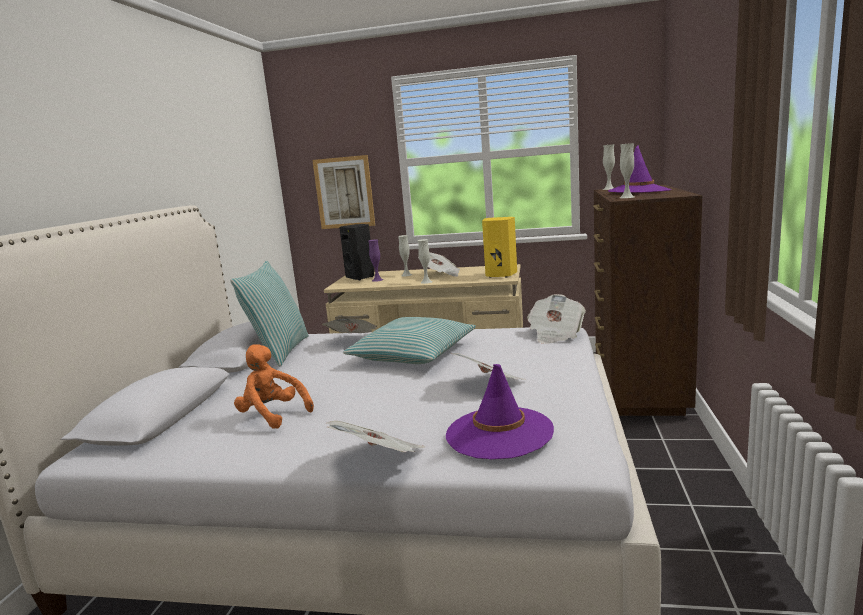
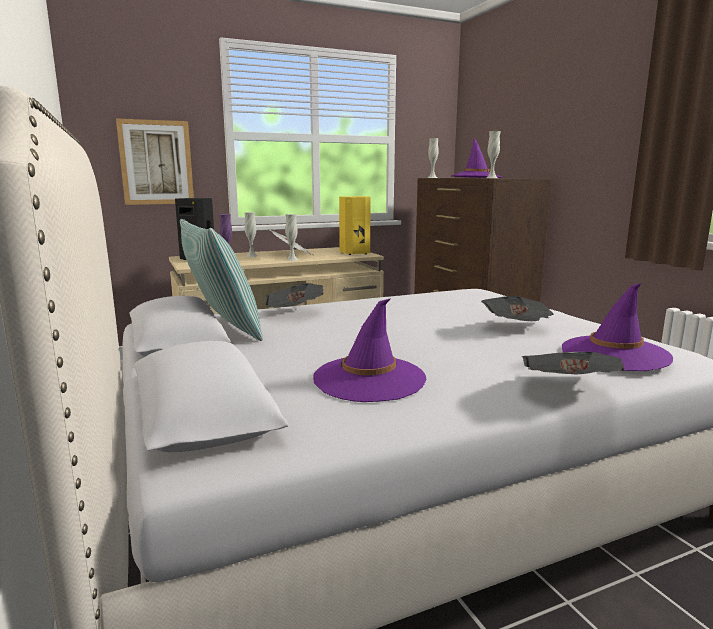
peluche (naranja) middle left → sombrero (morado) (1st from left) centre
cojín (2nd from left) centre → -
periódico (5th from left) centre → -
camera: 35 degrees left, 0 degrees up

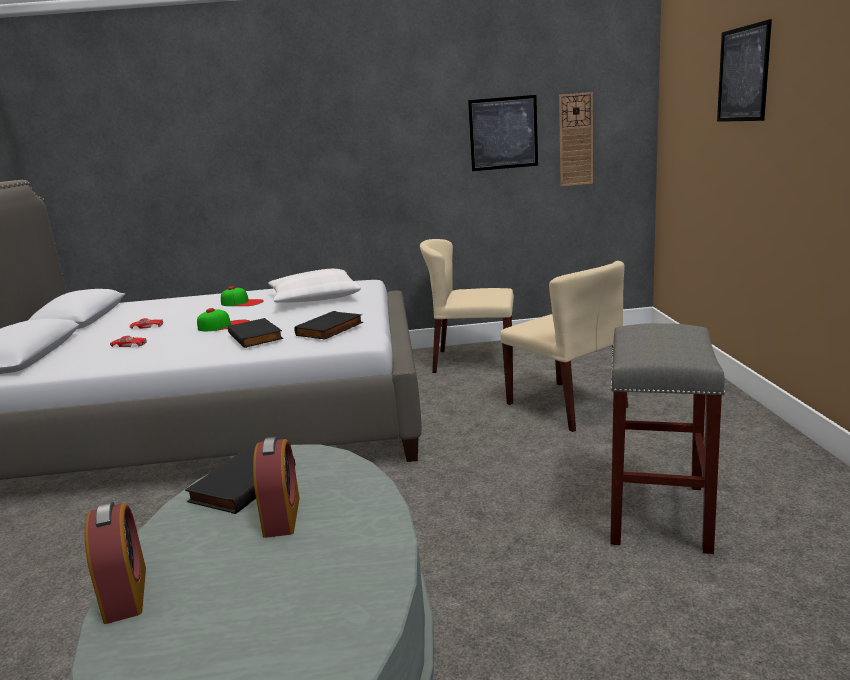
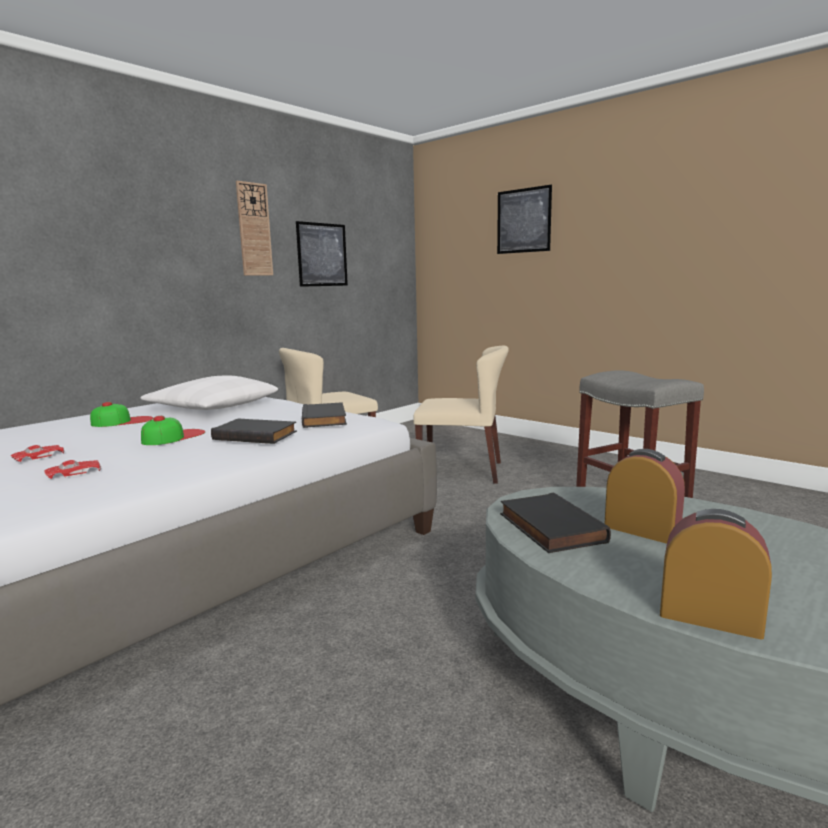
reloj de pared top right → reloj de pared top left, move
camera: 45 degrees left, 5 degrees down

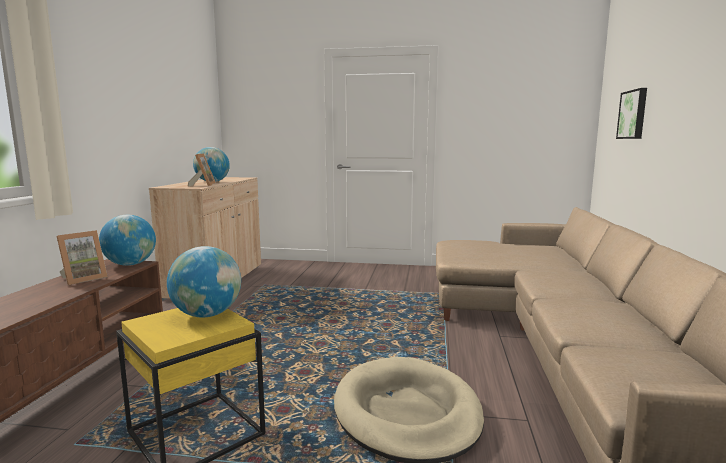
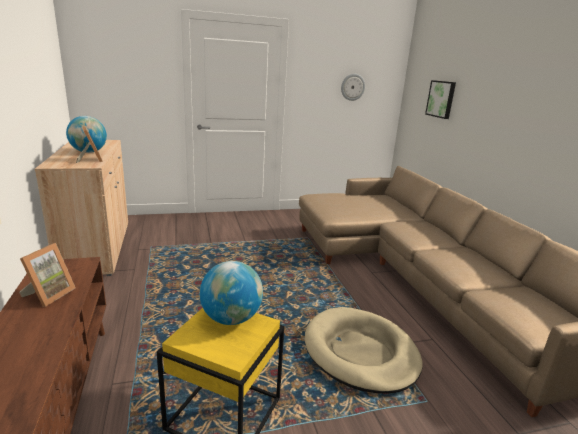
- → reloj de pared top centre
globo terráqueo (1st from left) middle left → -
camera: 25 degrees left, 10 degrees up

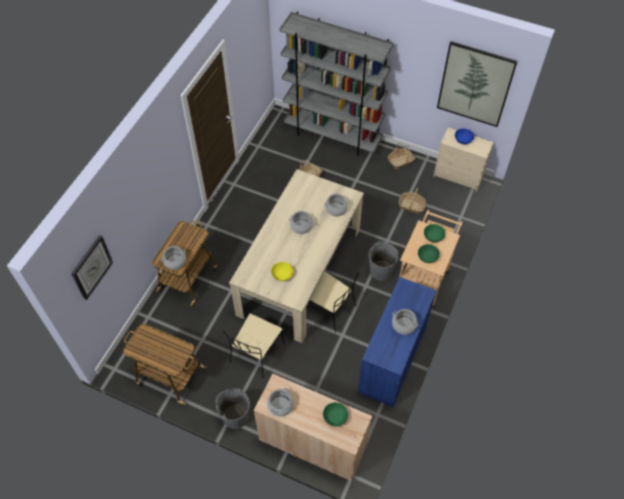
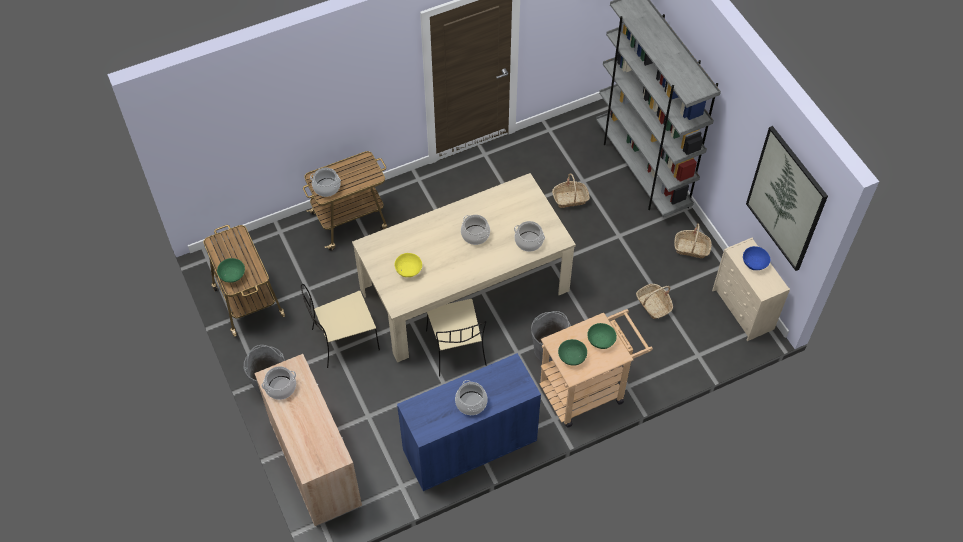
cuenco (verde) (1st from left) bottom centre → cuenco (verde) (1st from left) middle left, move
reloj de pared middle left → -
camera: 40 degrees right, 0 degrees up

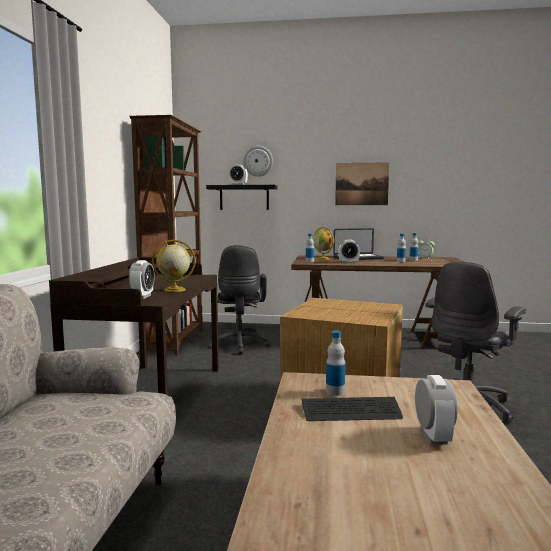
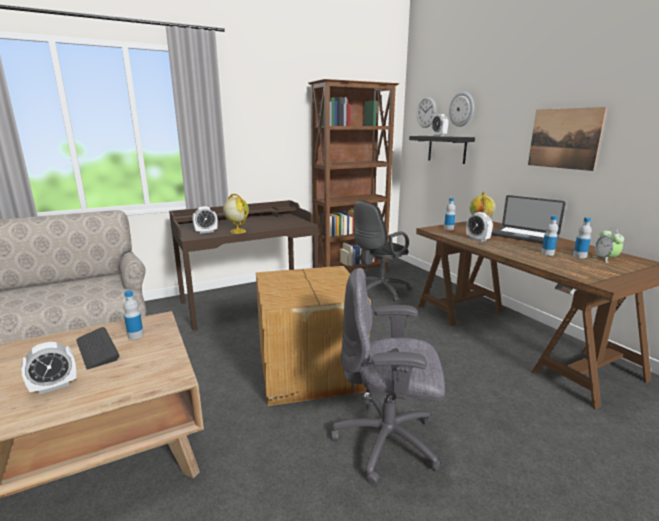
- → reloj de pared (1st from left) top centre
camera: 55 degrees right, 10 degrees up

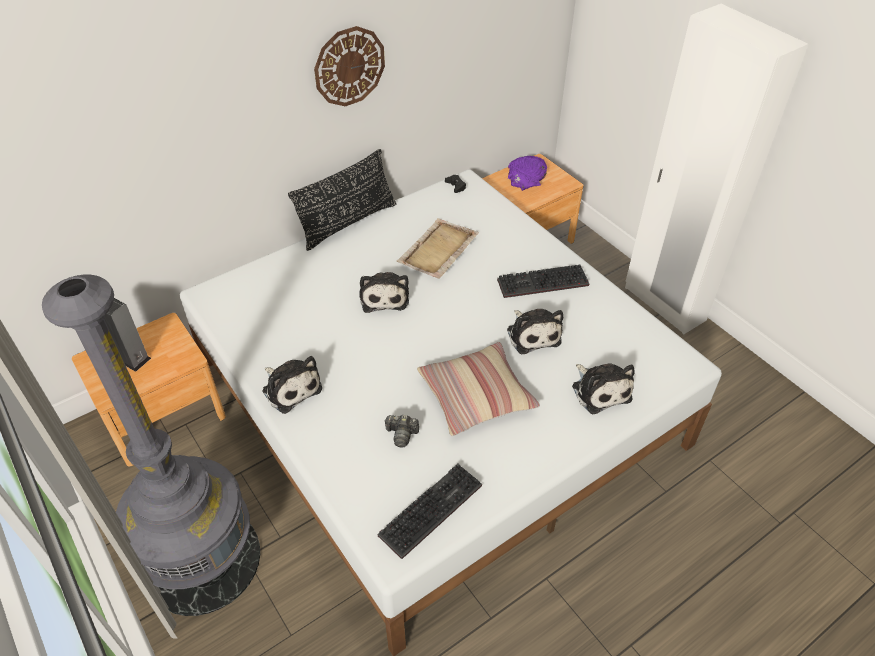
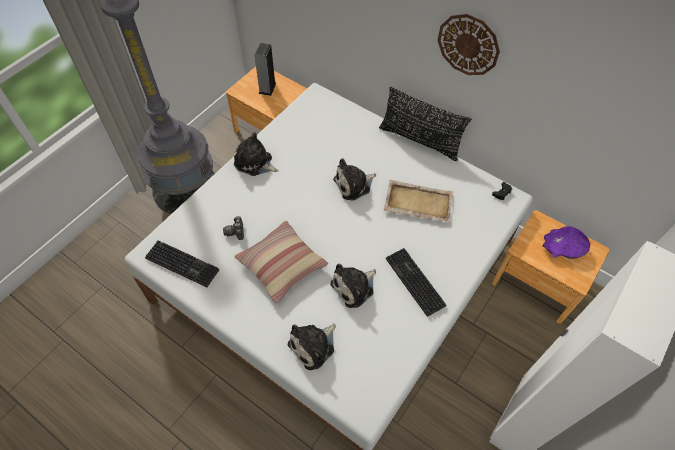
peluche (1st from left) centre, 90 degrees clockwise
camera: 70 degrees right, 10 degrees up

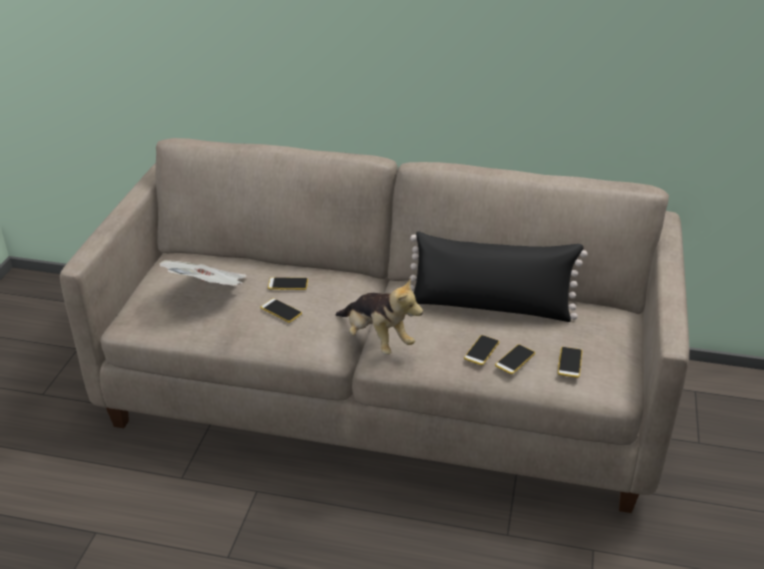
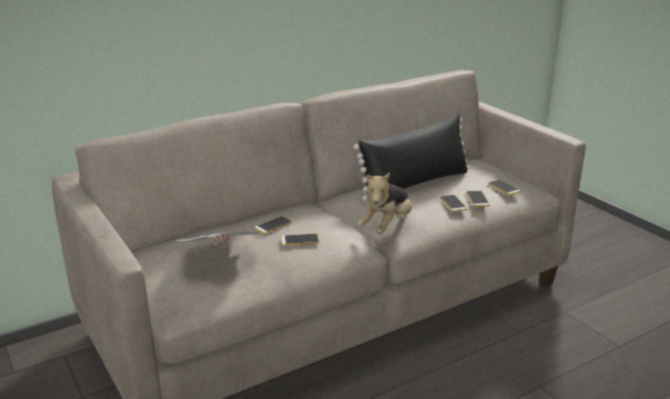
peluche centre, 120 degrees clockwise
camera: 45 degrees left, 10 degrees down

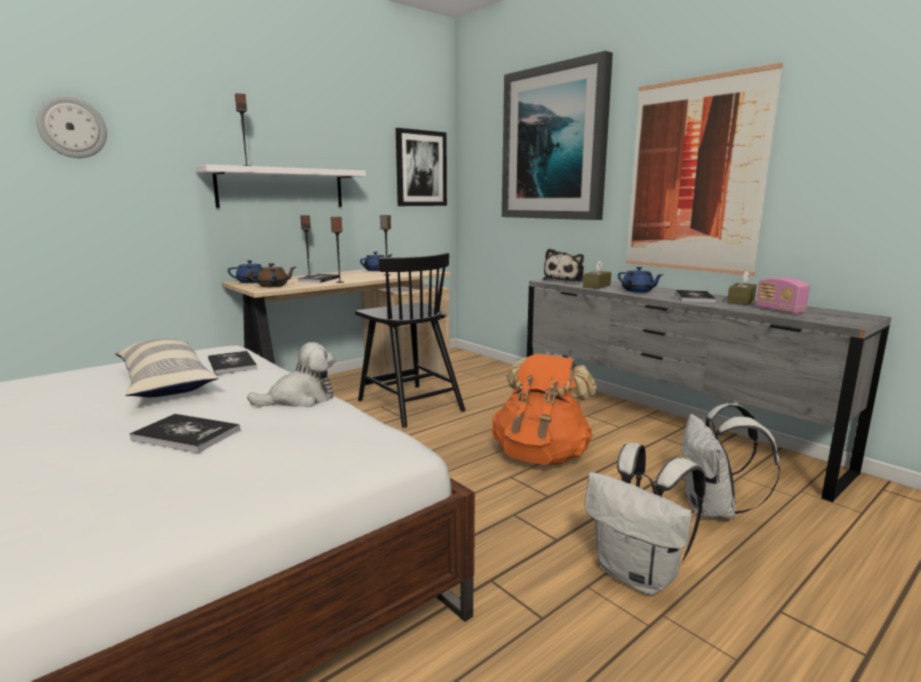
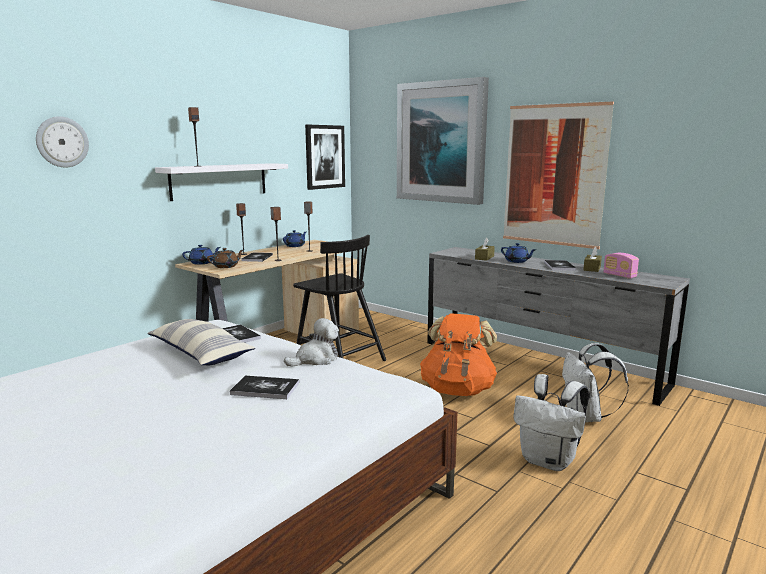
peluche (2nd from left) centre → -
camera: 10 degrees left, 0 degrees up

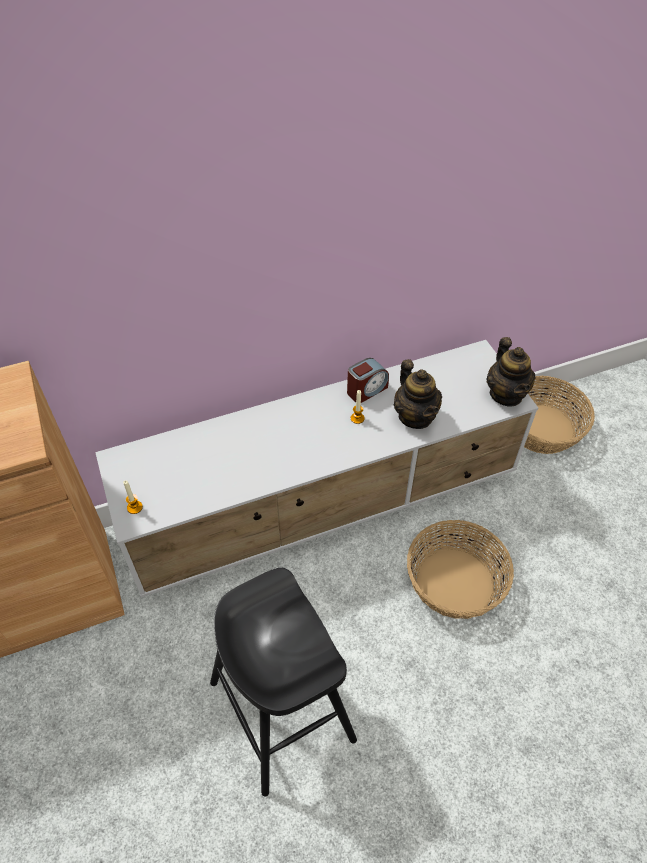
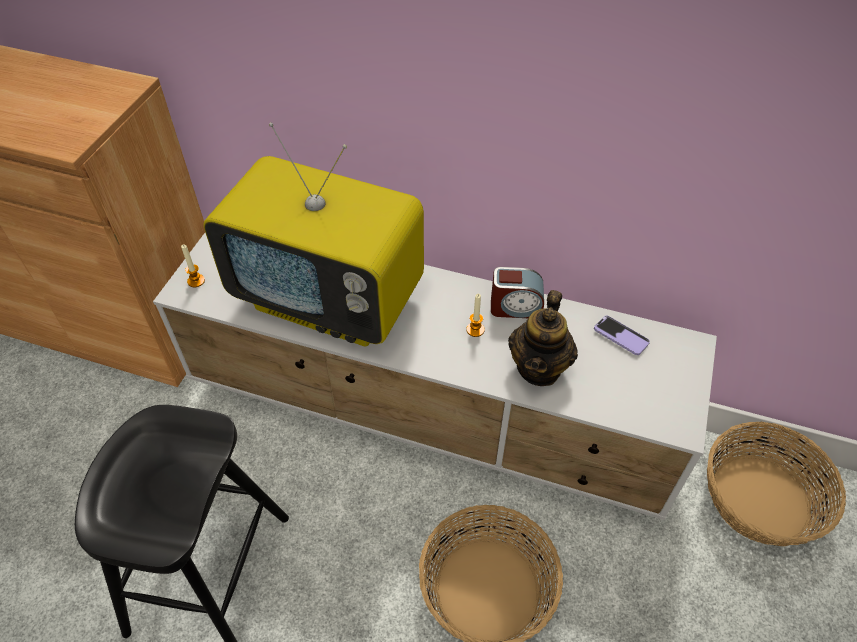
- → televisor centre
- → móvil middle right
tetera (2nd from left) middle right → -
camera: 40 degrees right, 0 degrees up

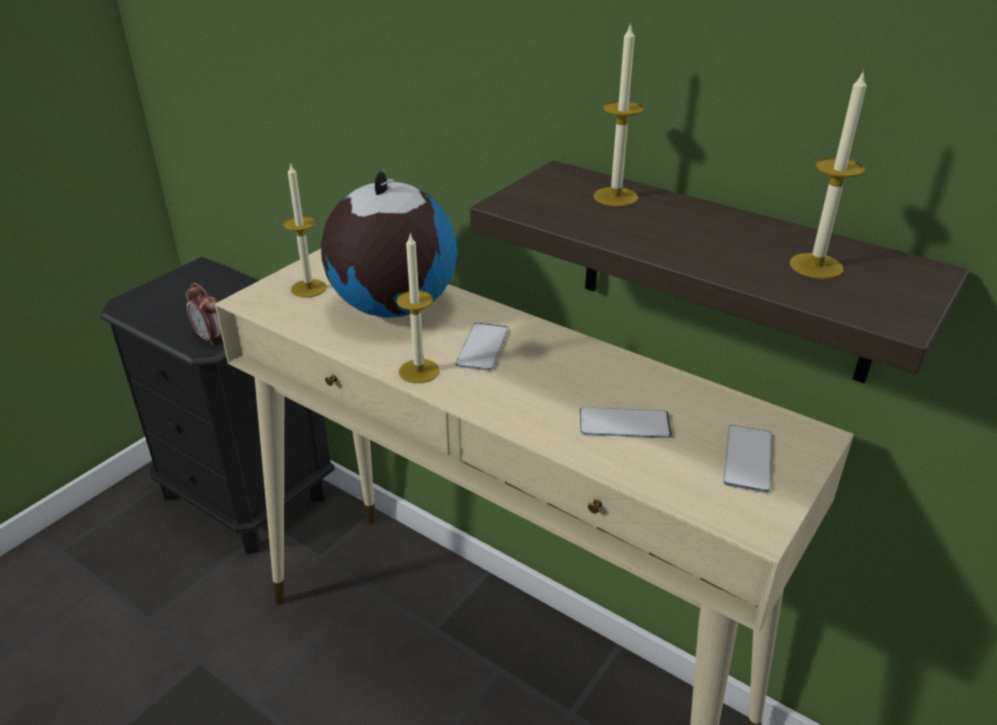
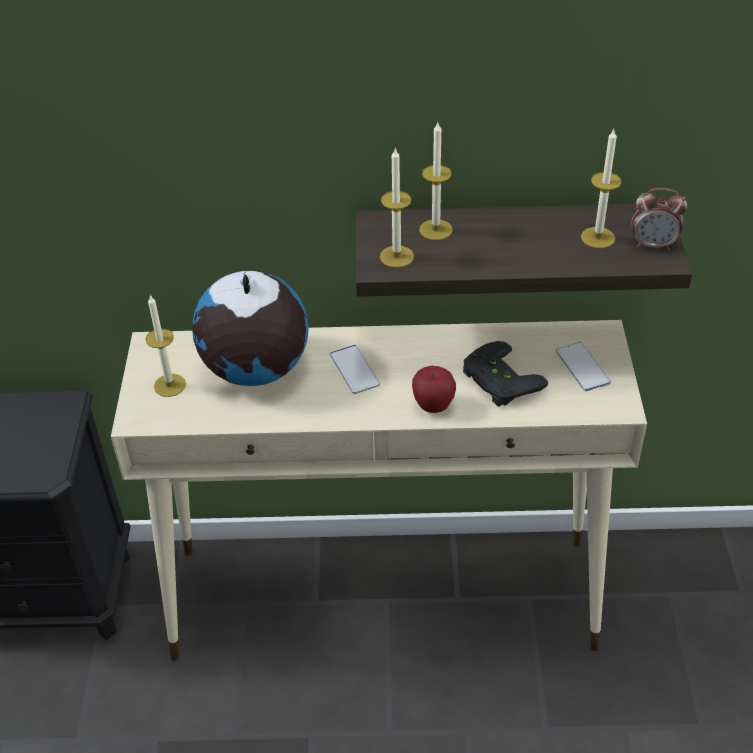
vela (2nd from left) centre → vela (2nd from left) top centre, move
- → manzana centre
móvil (2nd from left) centre → mando de consola (negro) middle right
despertador middle left → despertador top right, move
camera: 35 degrees left, 10 degrees up

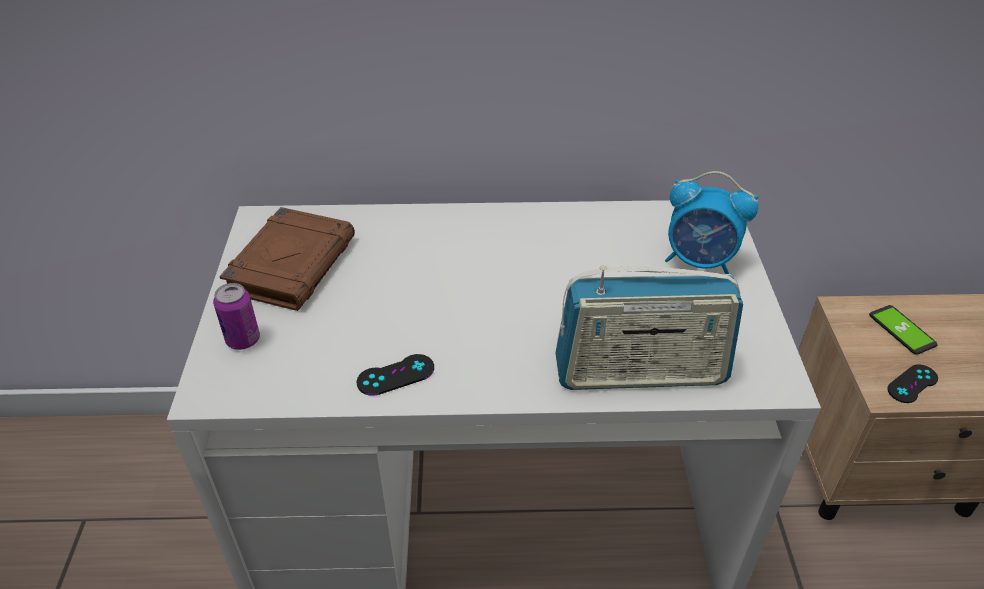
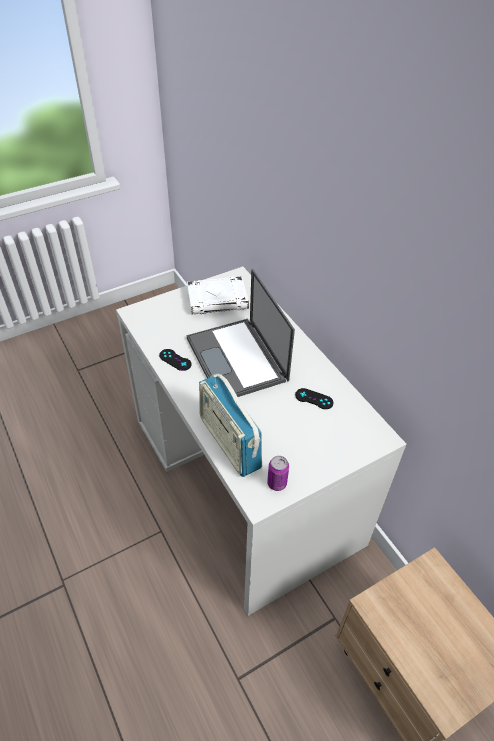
- → portátil centre
libro (marrón) middle left → libro (blanco) centre
lata middle left → lata centre, move
mando de consola (negro) (2nd from left) middle right → mando de consola (negro) (2nd from left) centre, move
despertador middle right → -
móvil middle right → -
camera: 60 degrees right, 5 degrees up

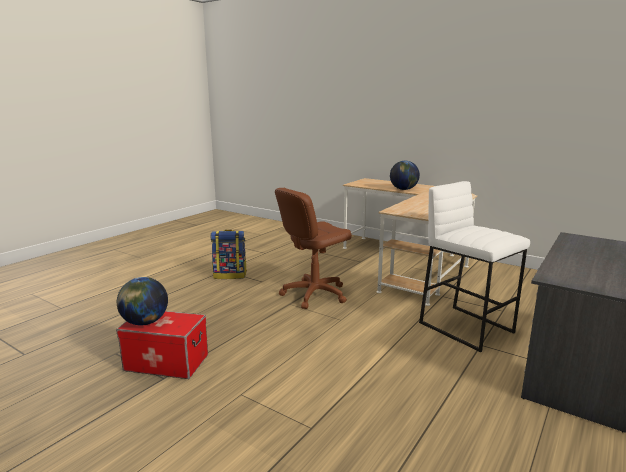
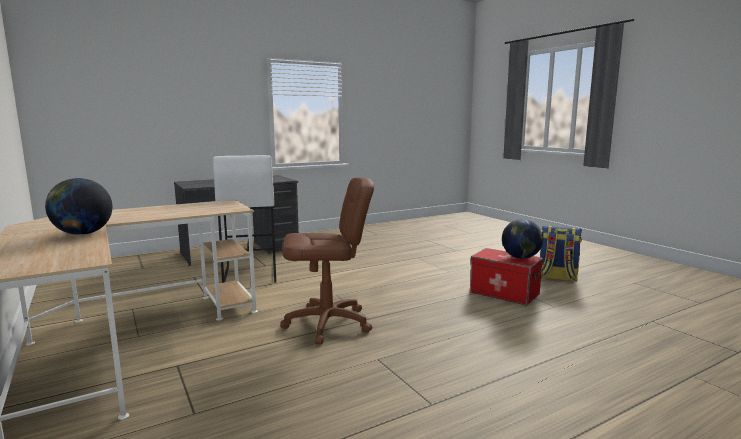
mochila centre → mochila middle right, move
camera: 155 degrees left, 5 degrees down

